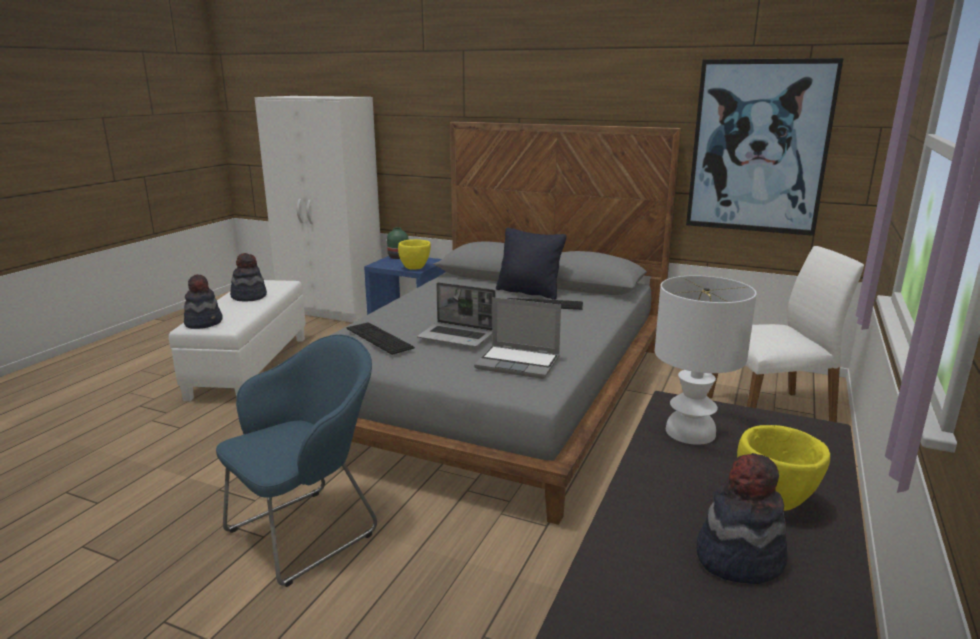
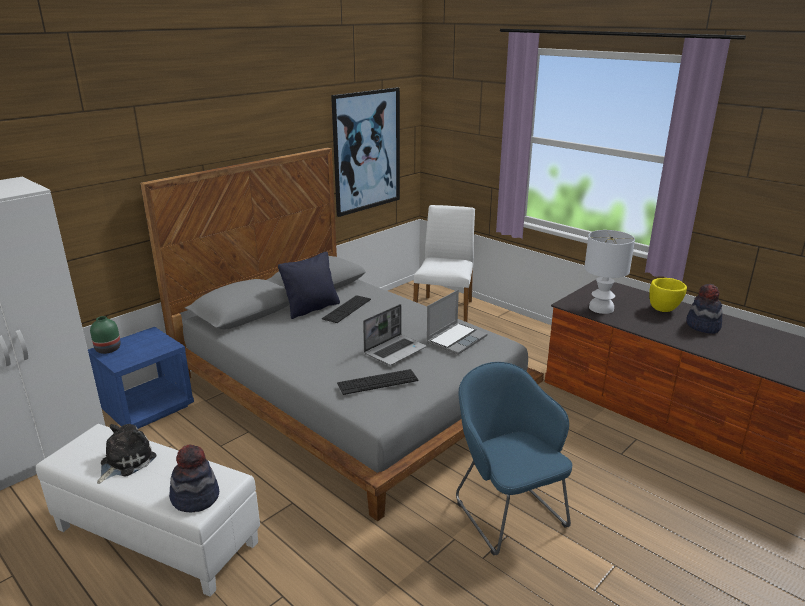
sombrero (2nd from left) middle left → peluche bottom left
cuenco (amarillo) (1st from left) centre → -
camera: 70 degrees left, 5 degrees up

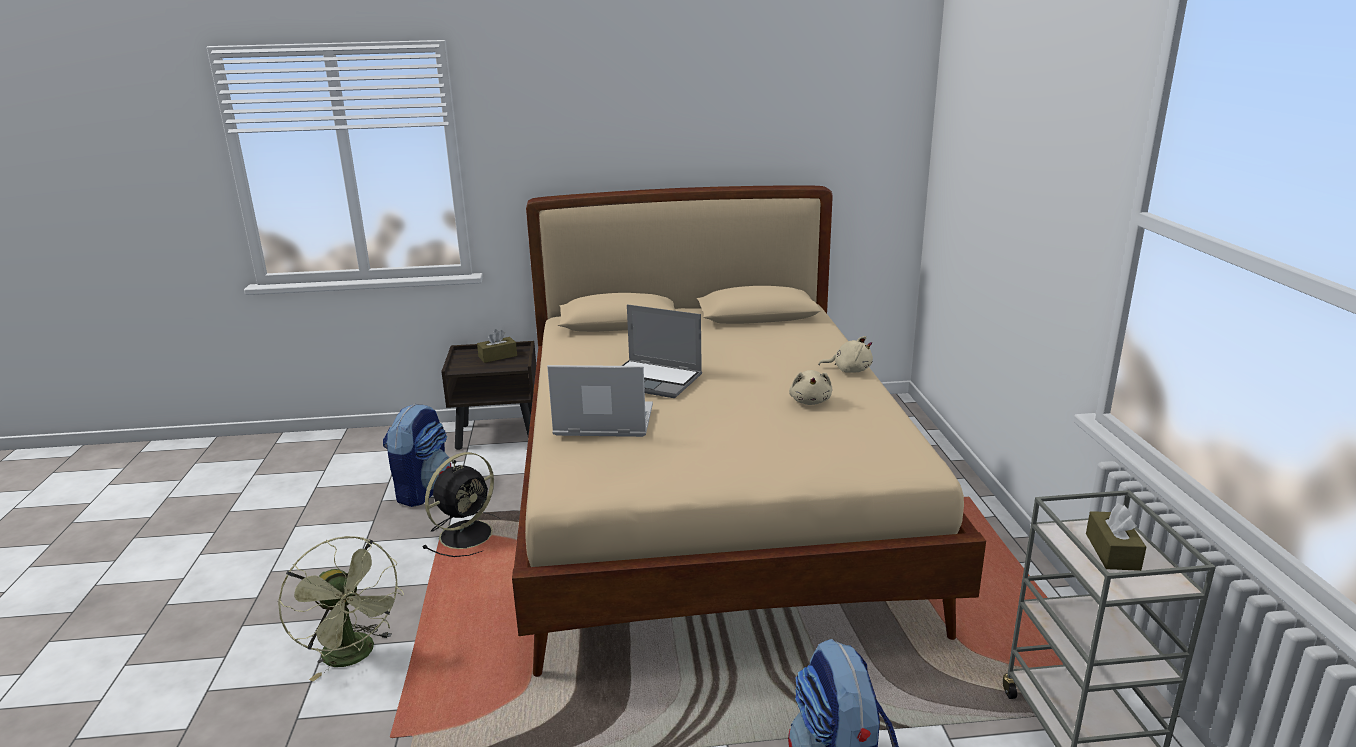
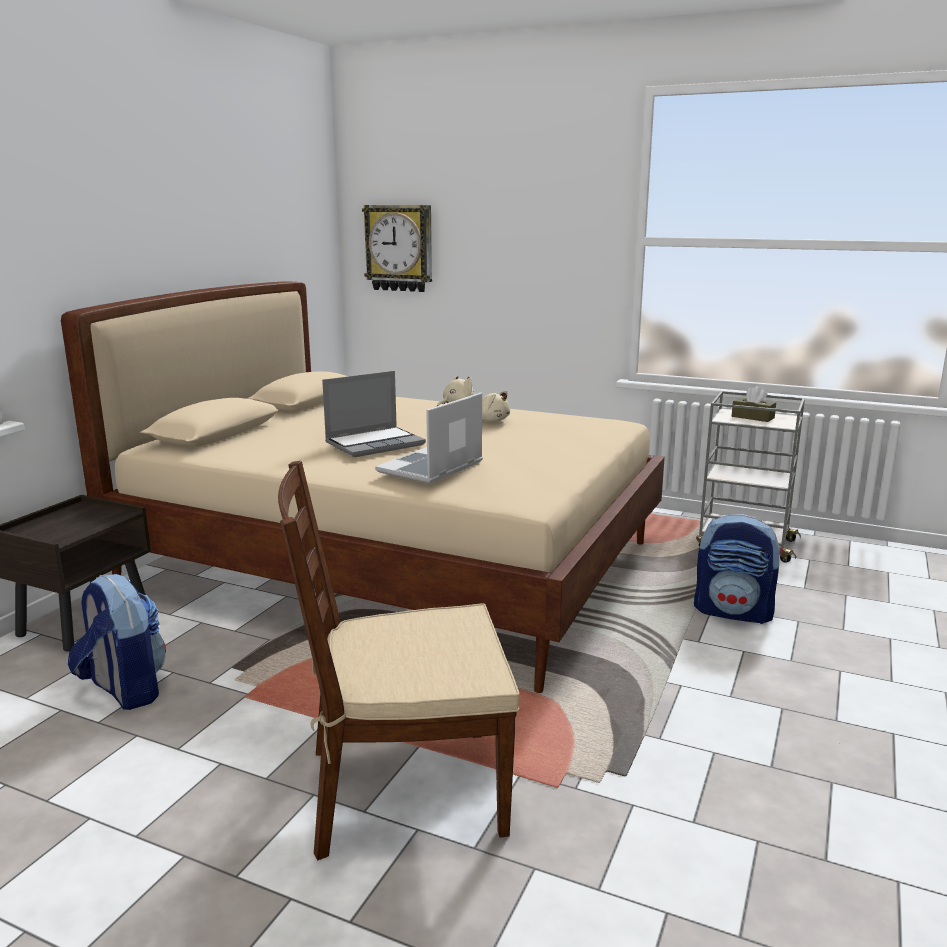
ventilador (verde) bottom left → silla (marrón) bottom centre
- → reloj de pared top centre
ventilador (negro) bottom centre → -
caja de pañuelos (marrón) (1st from left) centre → -
camera: 60 degrees left, 5 degrees down

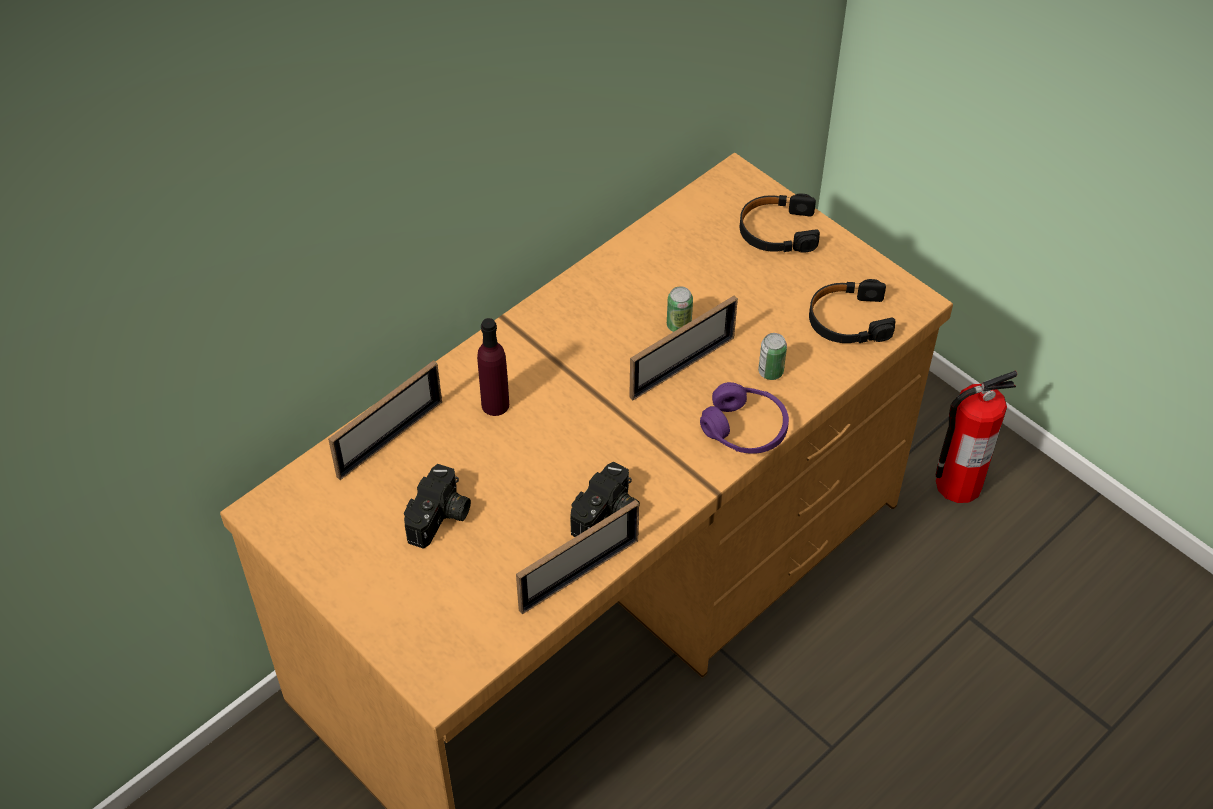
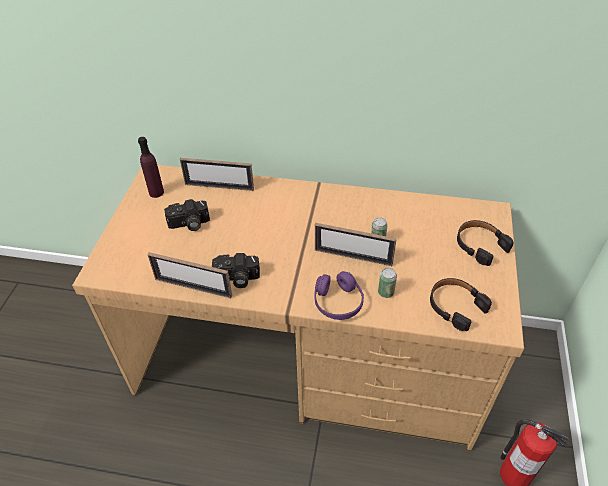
botella (morado) centre → botella (morado) middle left, move
camera: 55 degrees right, 5 degrees down

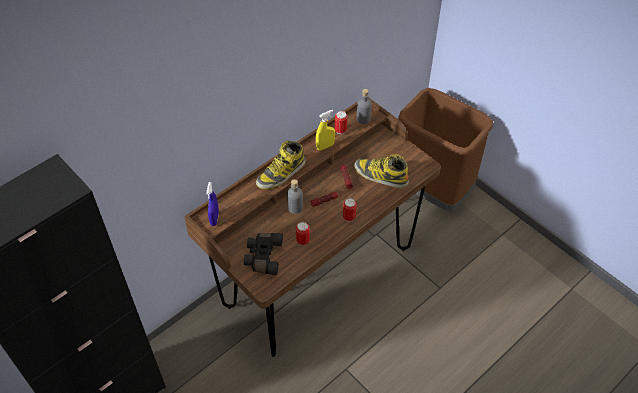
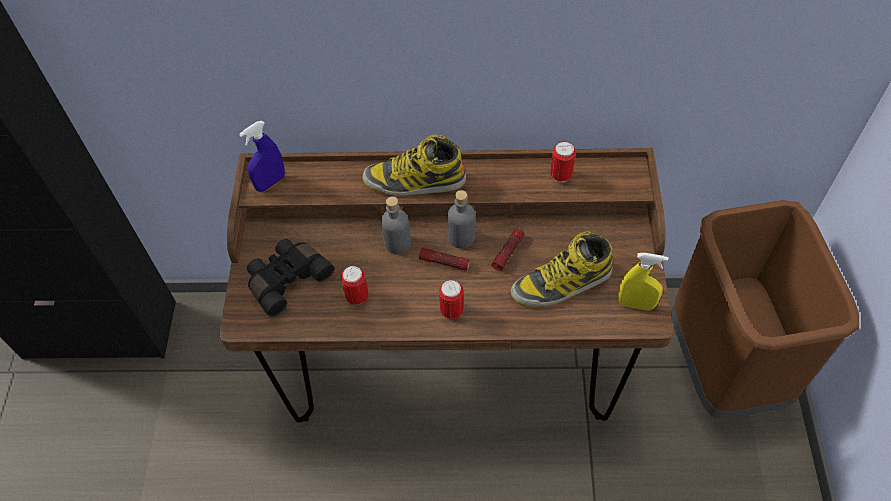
botella (gris) (2nd from left) top centre → botella (gris) (2nd from left) centre, move
bota (2nd from left) centre, 90 degrees counterclockwise
pulverizador (amarillo) top centre → pulverizador (amarillo) middle right, move
camera: 45 degrees right, 5 degrees up

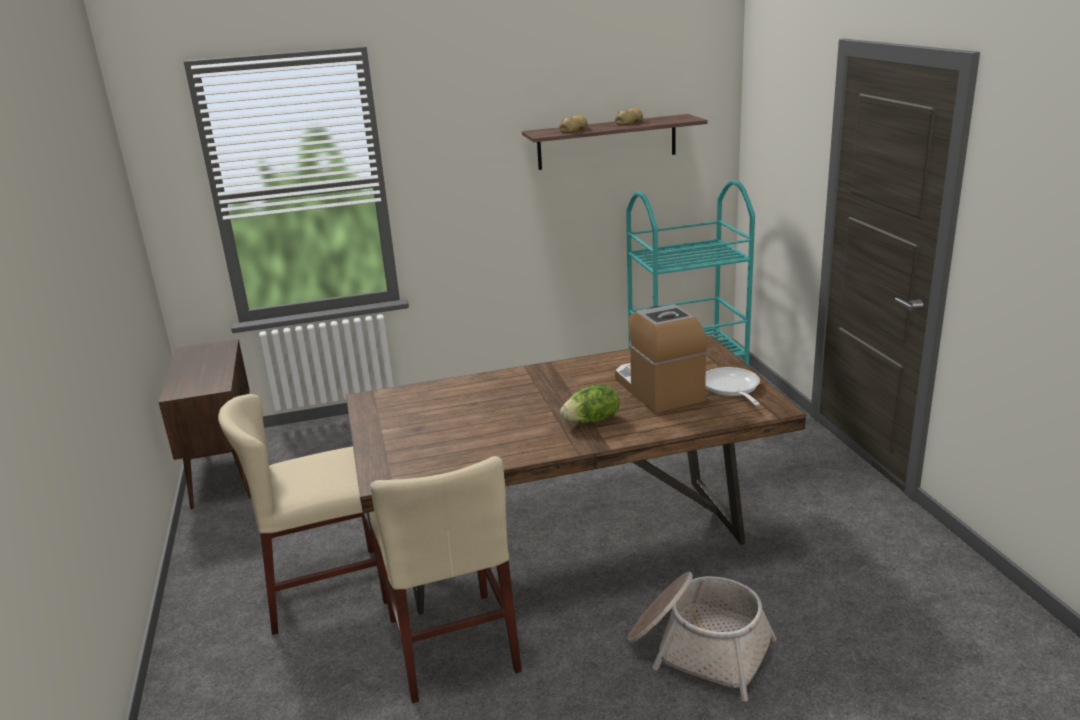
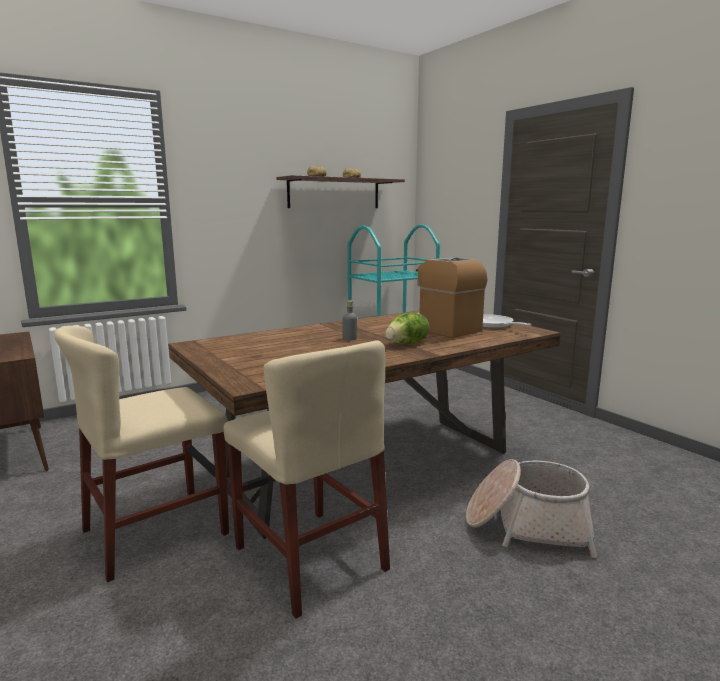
- → botella (gris) centre
camera: 20 degrees left, 10 degrees down

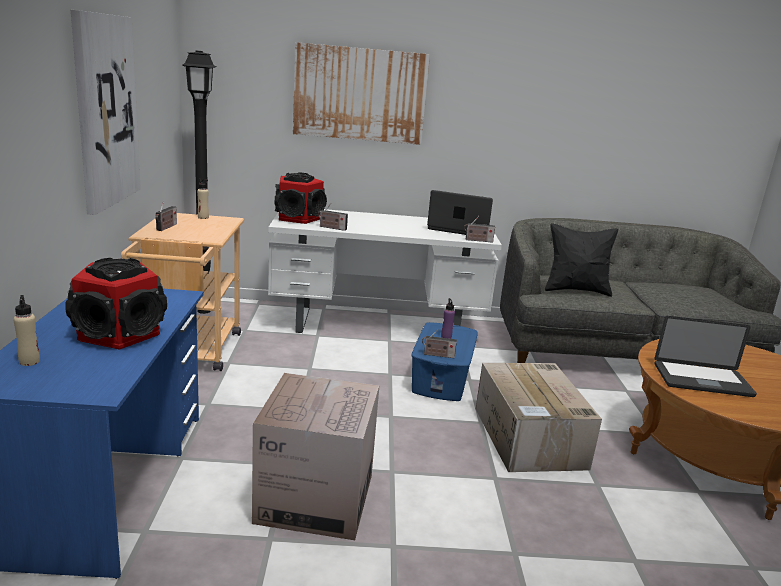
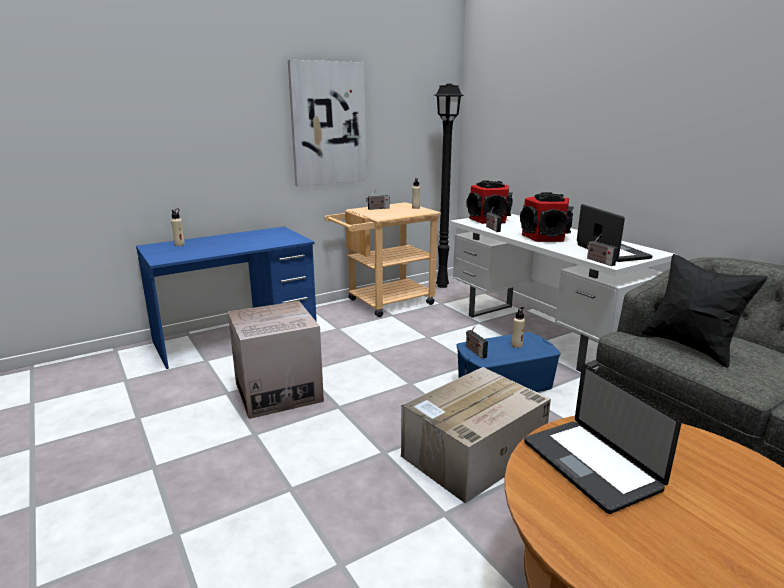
botella (morado) centre → botella (beis) (3rd from left) centre
altavoz (1st from left in the first image) middle left → altavoz (2nd from left) middle right, move
cuadro (2nd from left) top centre → -
camera: 60 degrees right, 0 degrees up

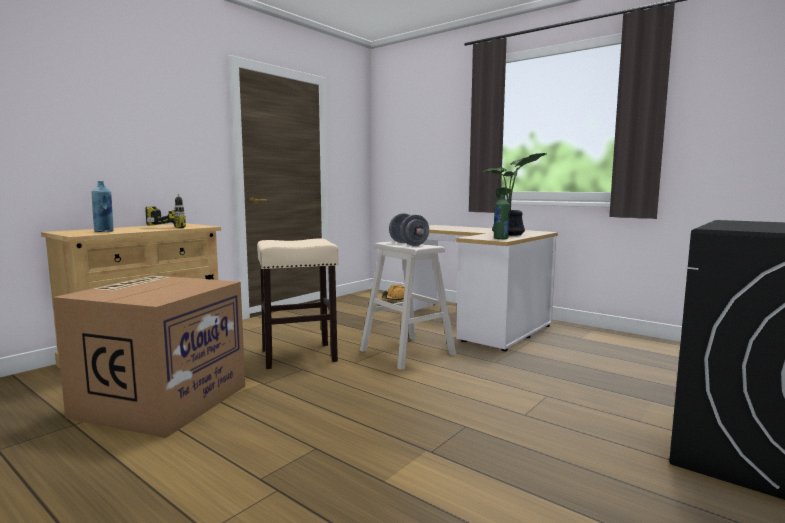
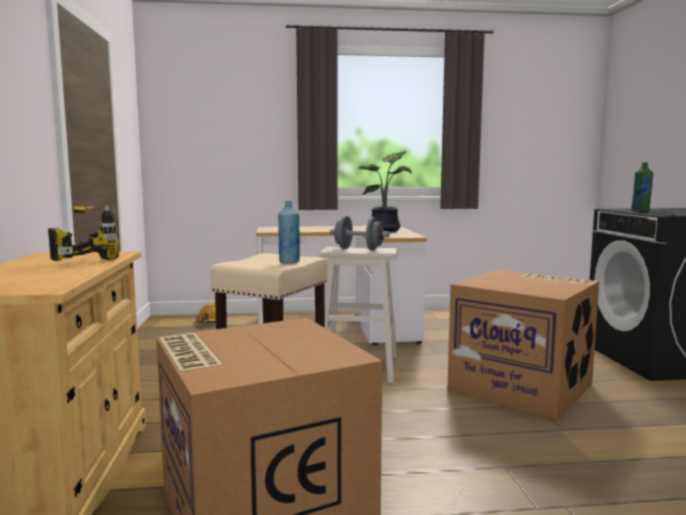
botella (azul) middle left → botella (azul) centre, move
- → caja de cartón (2nd from left) bottom right
botella (verde) centre → botella (verde) middle right, move
camera: 45 degrees left, 0 degrees up

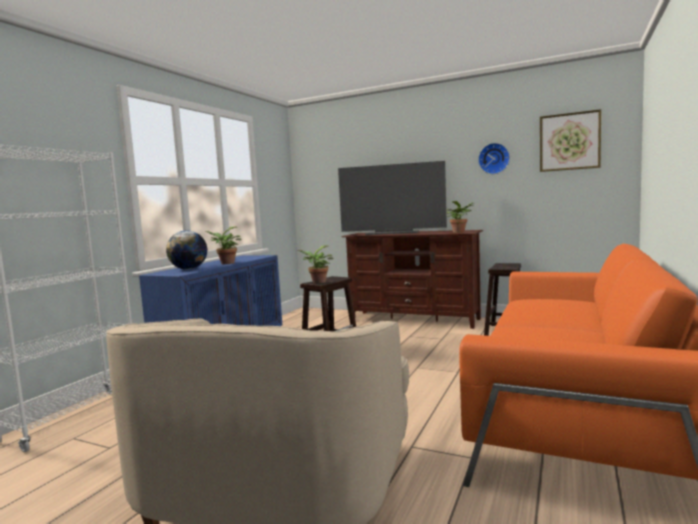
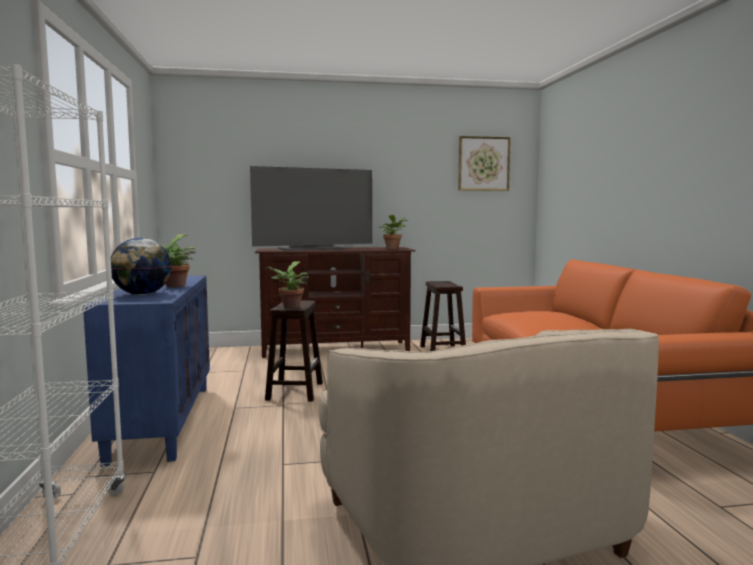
reloj de pared top right → -
camera: 35 degrees left, 0 degrees up

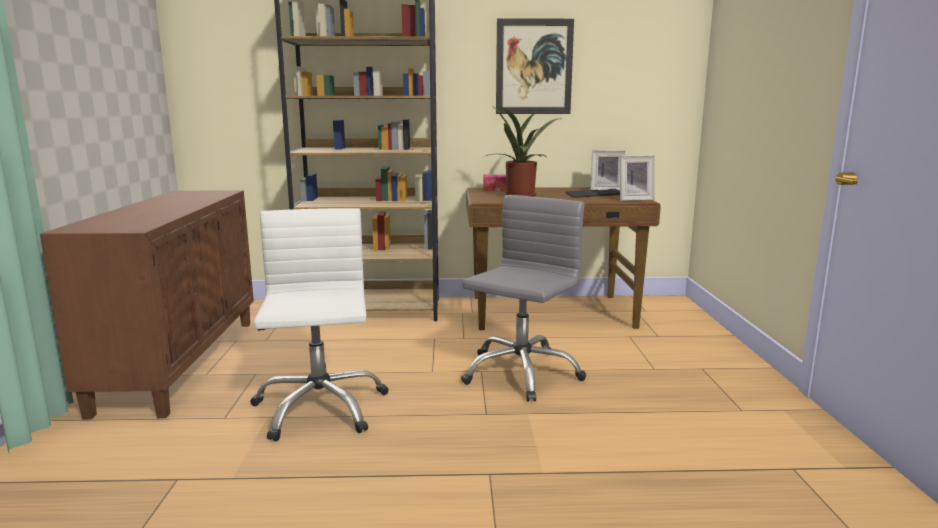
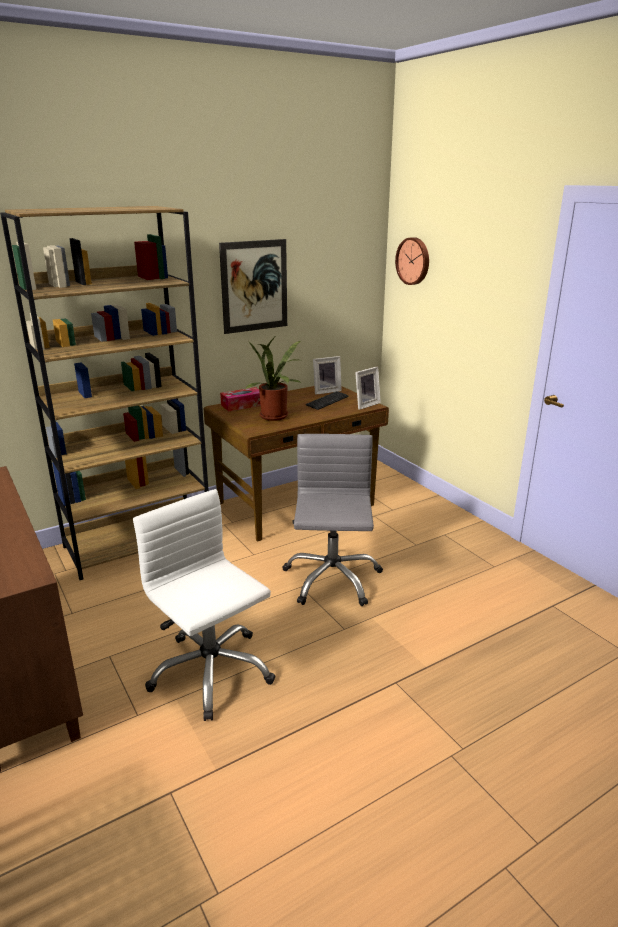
- → reloj de pared top right
camera: 30 degrees left, 10 degrees up

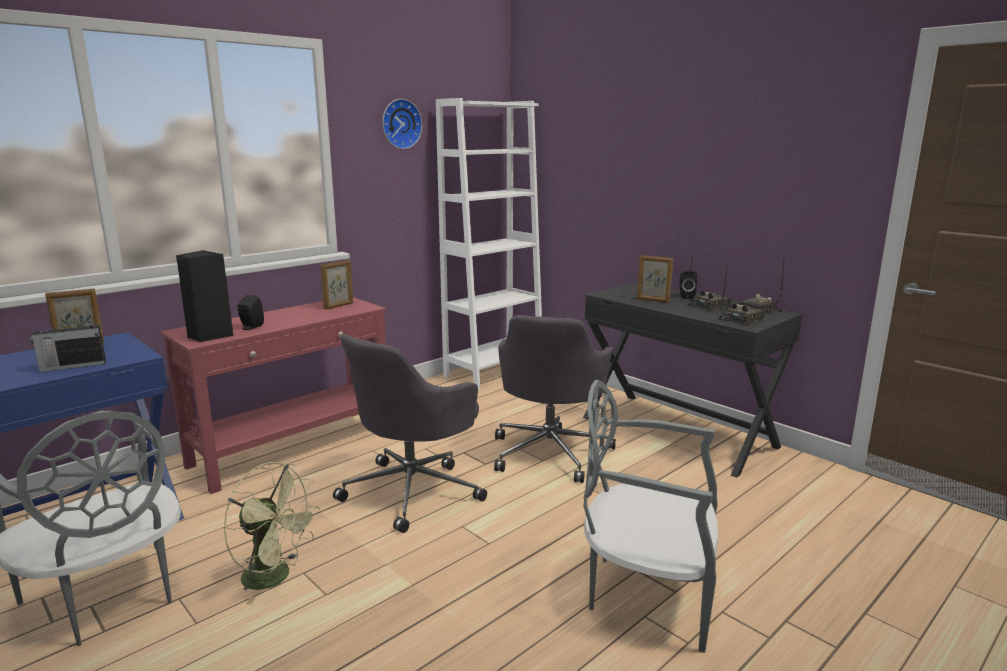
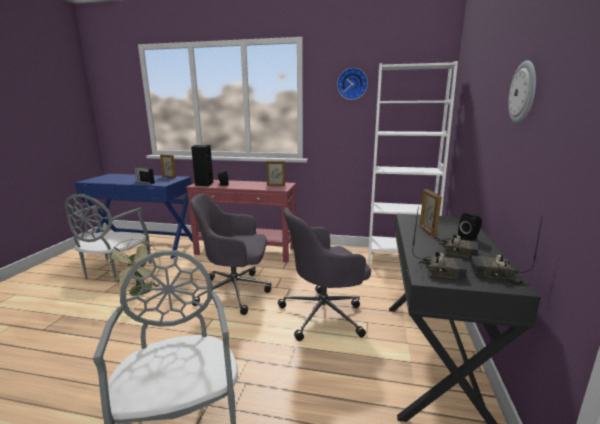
- → reloj de pared (2nd from left) top right
camera: 55 degrees right, 0 degrees up

